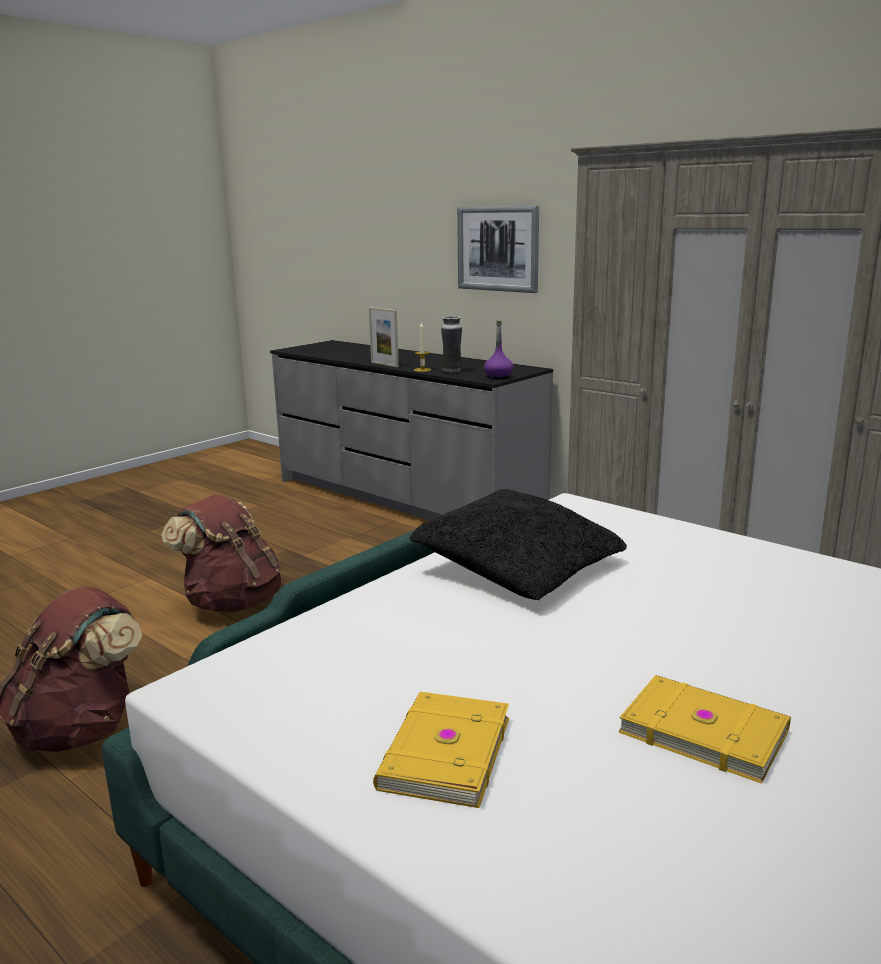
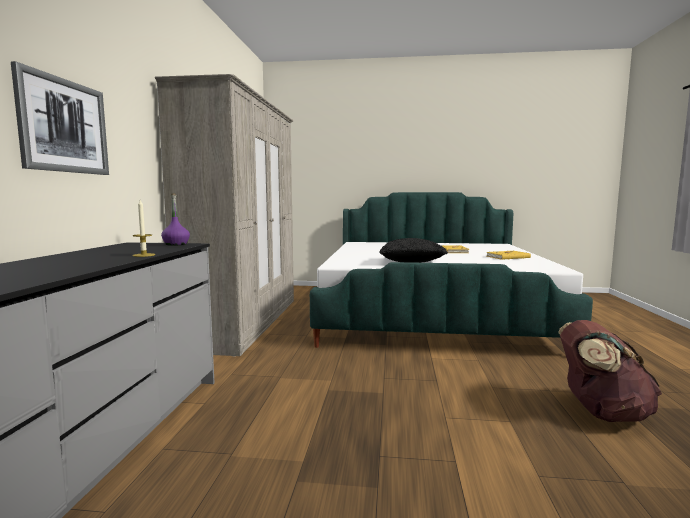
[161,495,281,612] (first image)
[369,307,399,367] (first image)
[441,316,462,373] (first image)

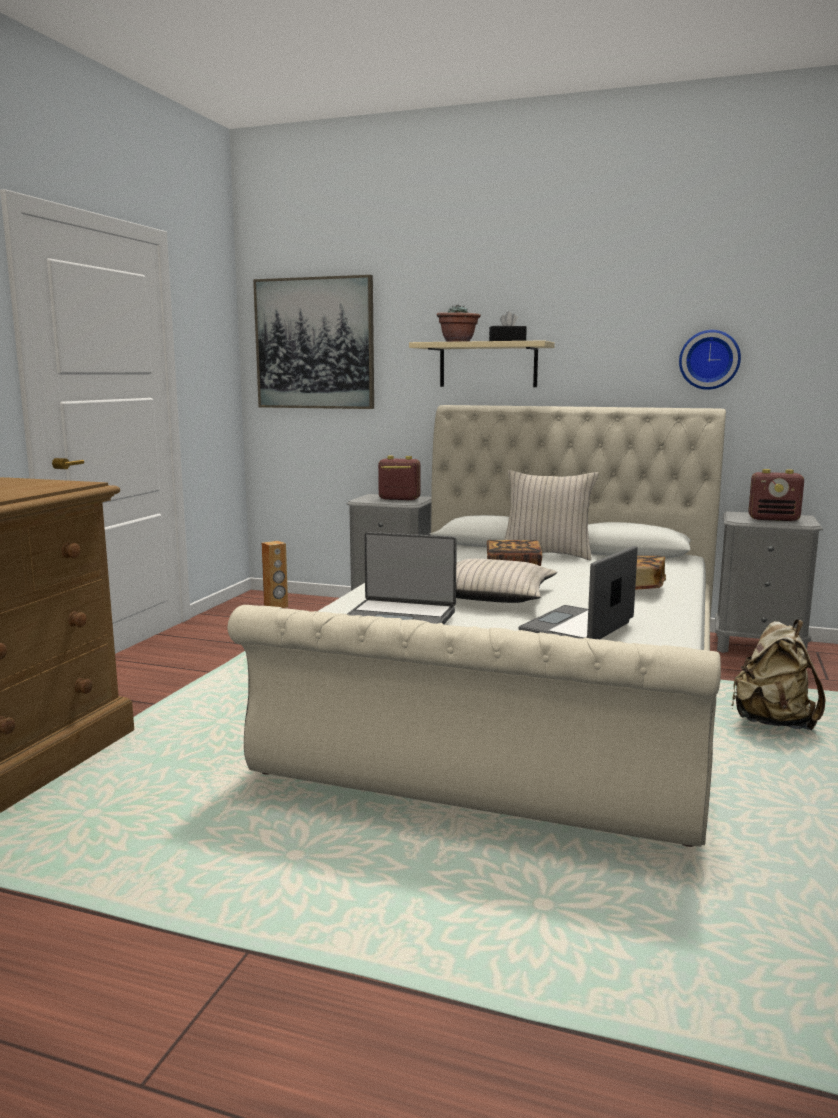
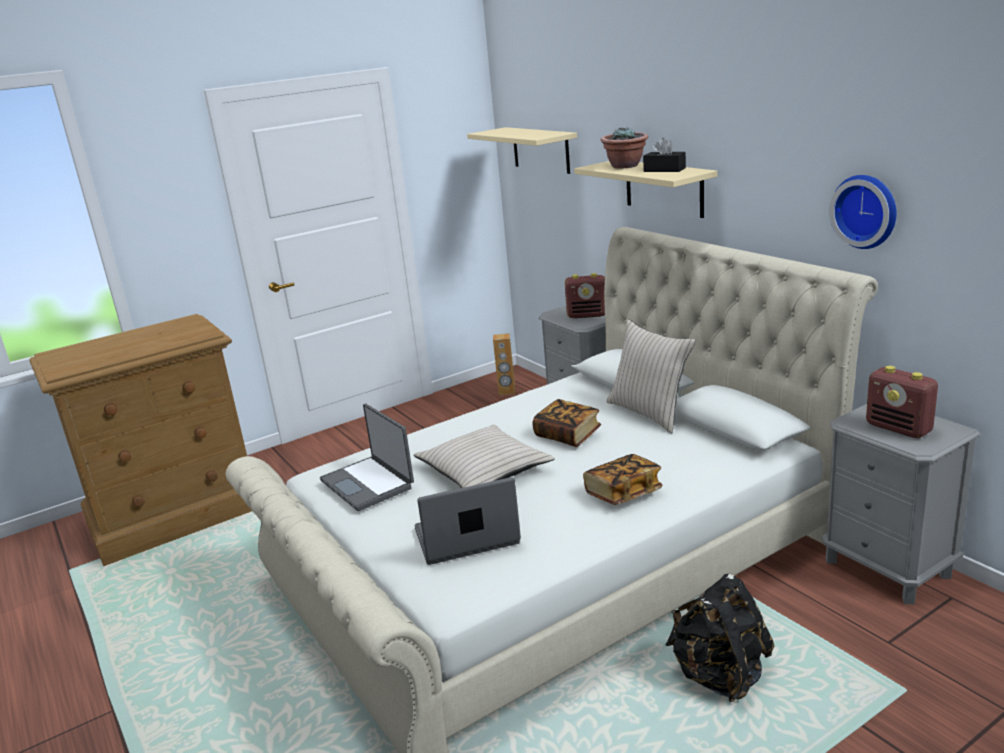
[467,127,577,174]
[565,273,605,318]
[666,574,774,702]

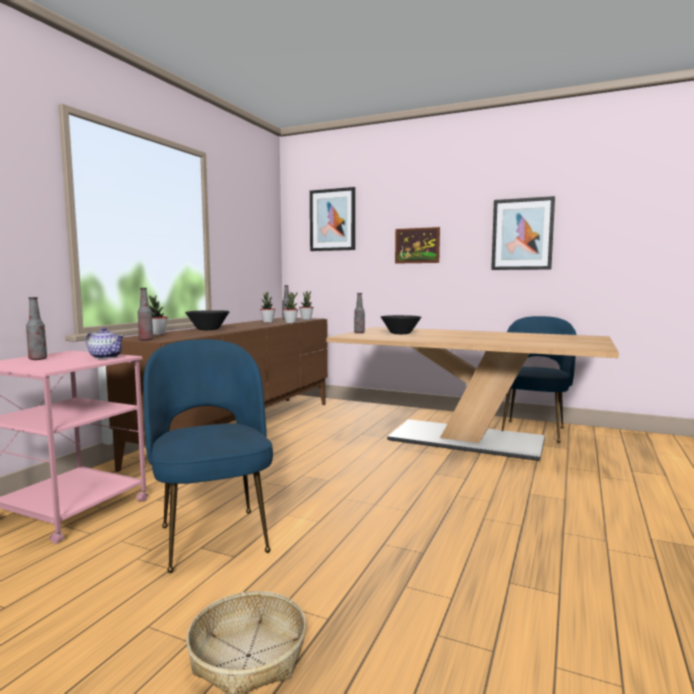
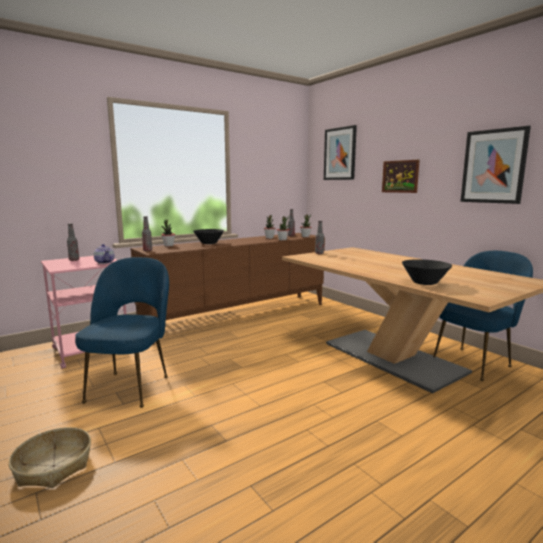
[402,259,452,285]

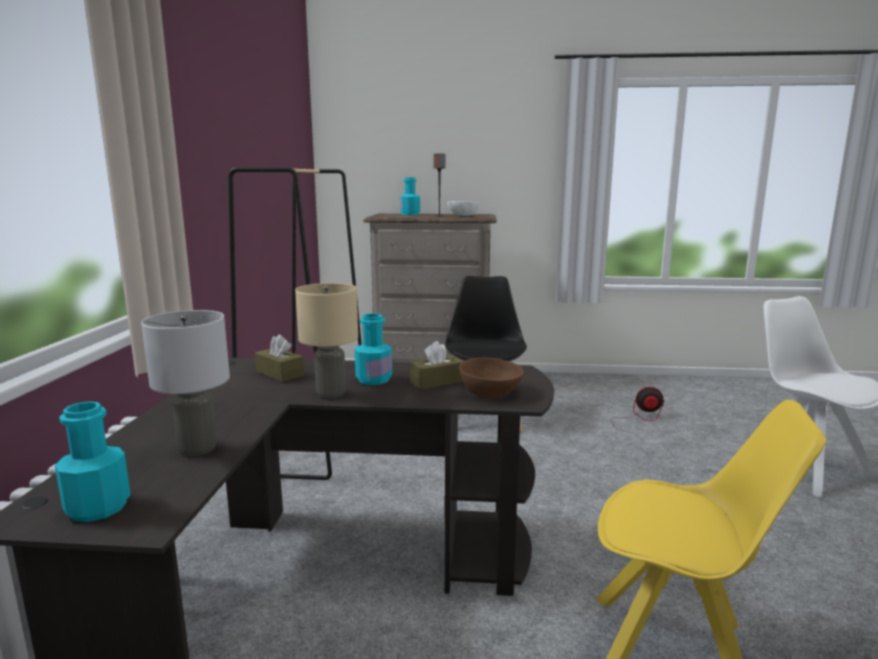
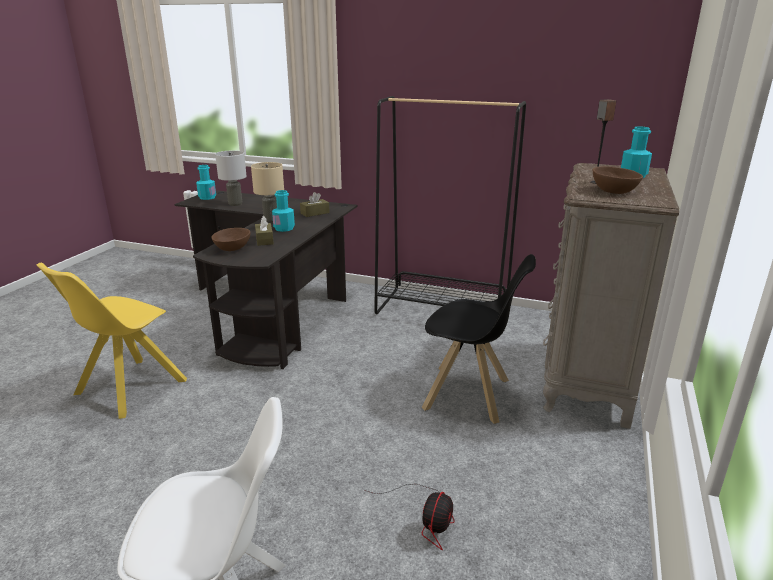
[593,166,643,194]

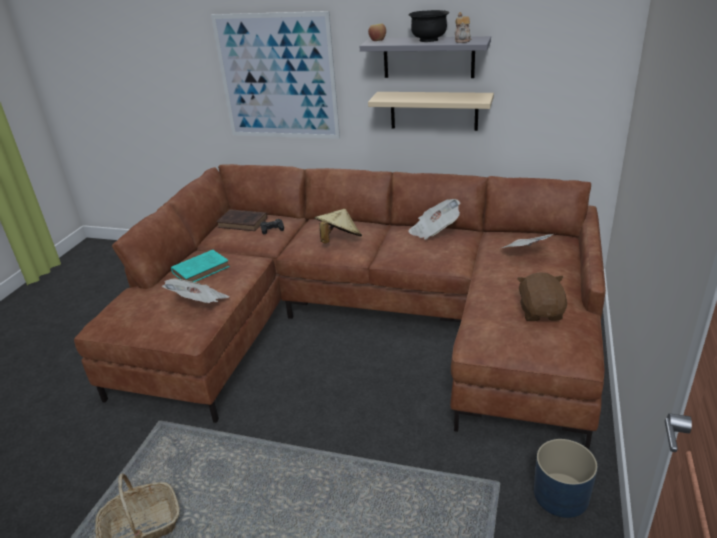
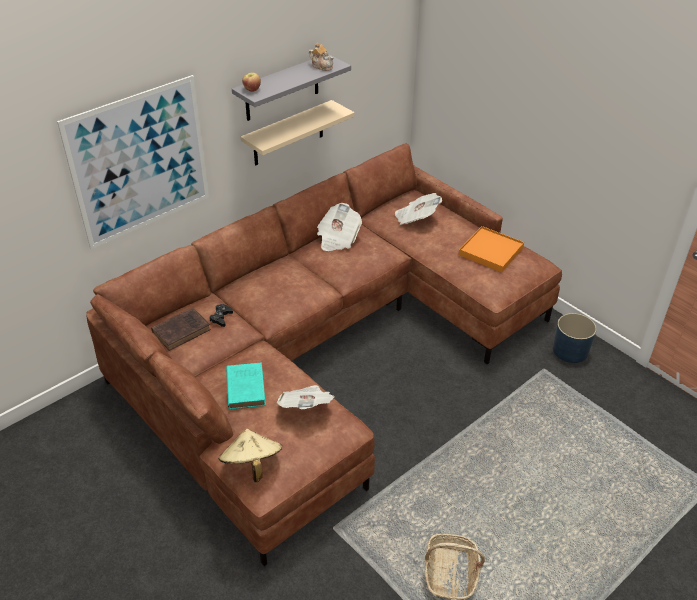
[219,429,282,482]
[459,226,524,272]
[409,10,449,42] (first image)

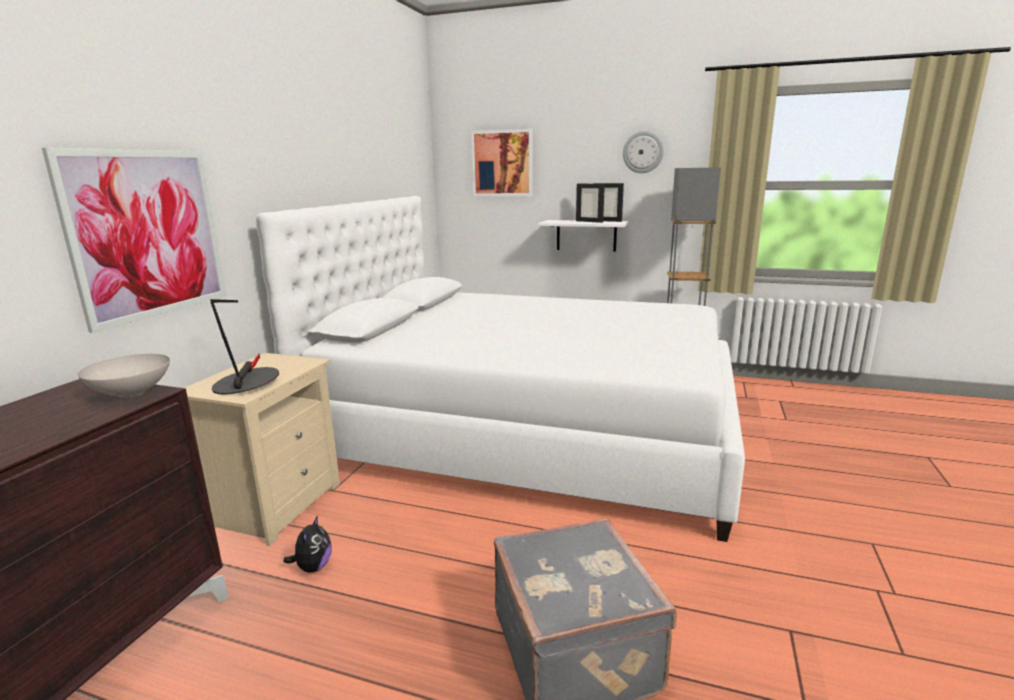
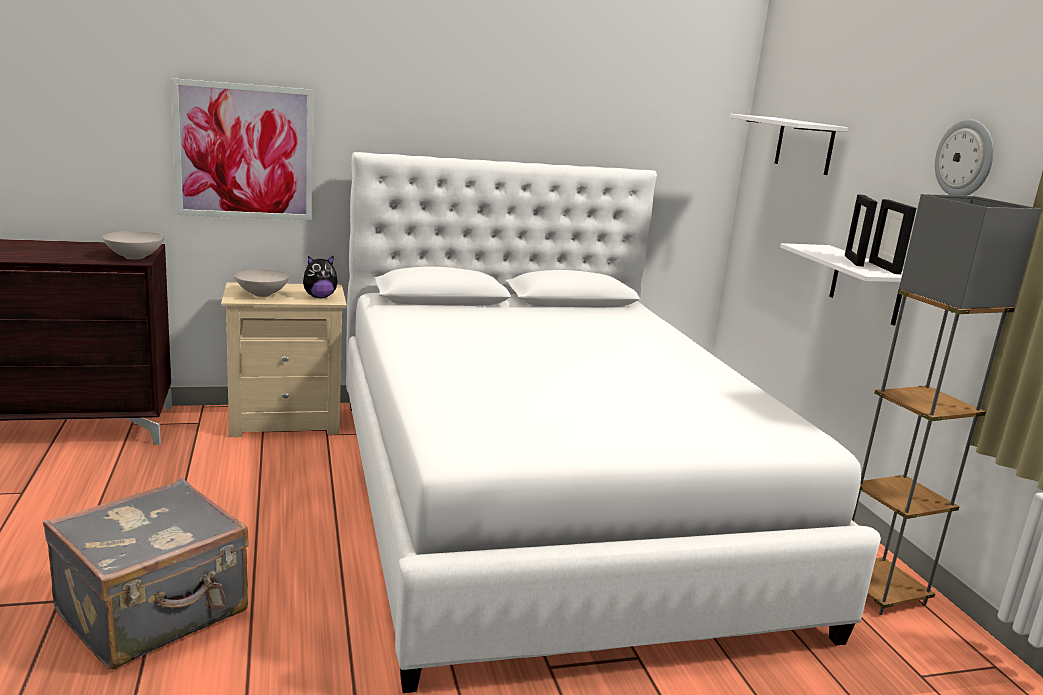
[234,269,289,297]
[303,256,338,298]
[730,114,848,175]

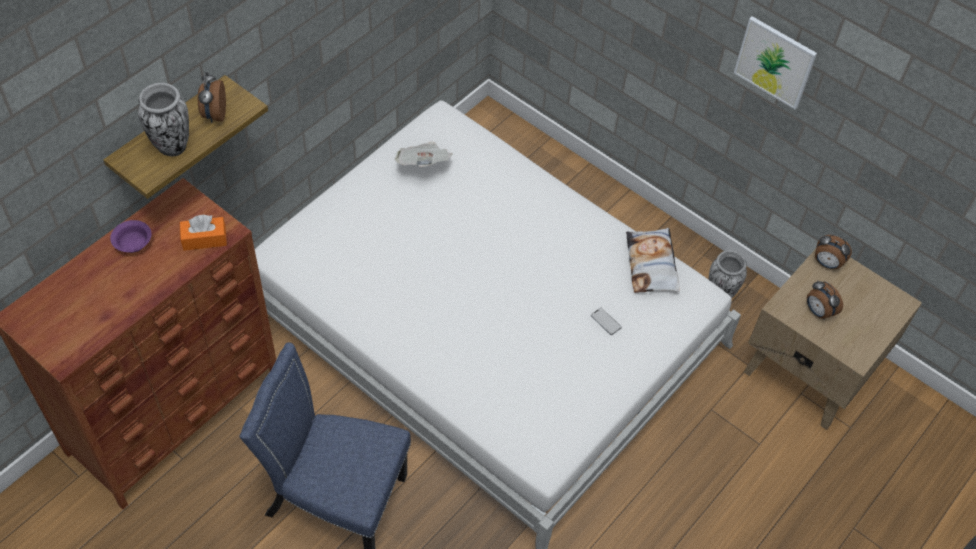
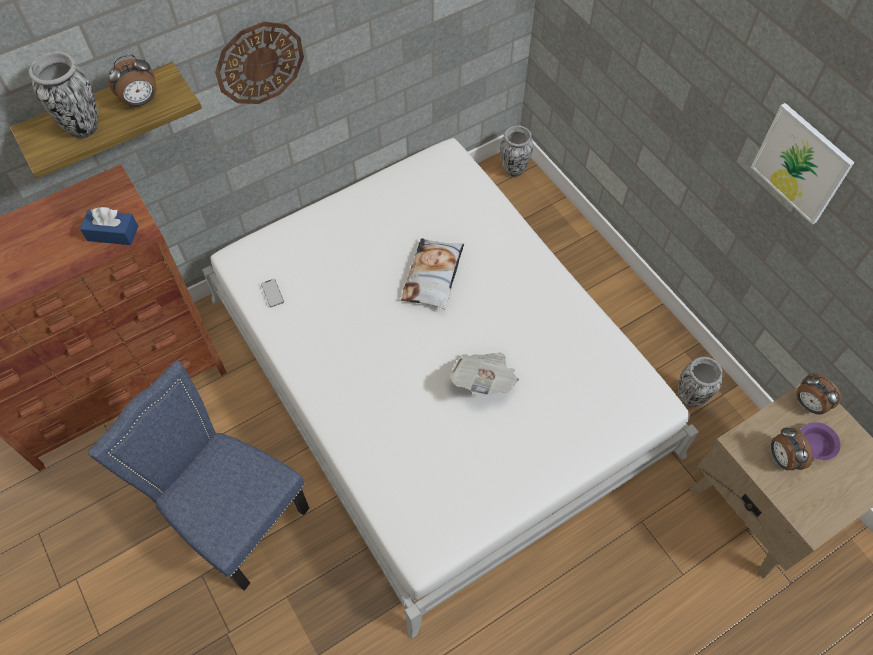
[80,207,138,245]
[108,54,156,107]
[215,21,304,104]
[261,279,284,307]
[401,238,464,310]
[449,352,519,396]
[500,125,533,177]
[800,422,841,460]

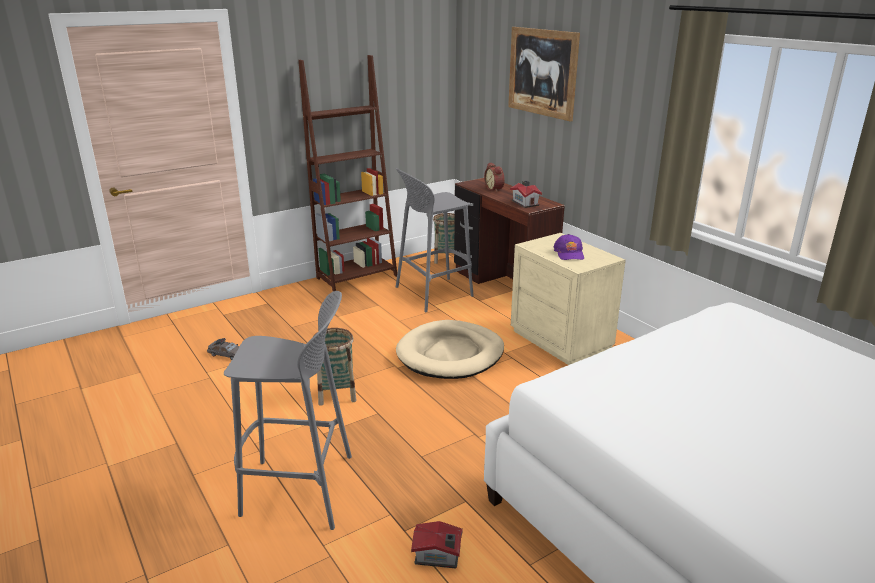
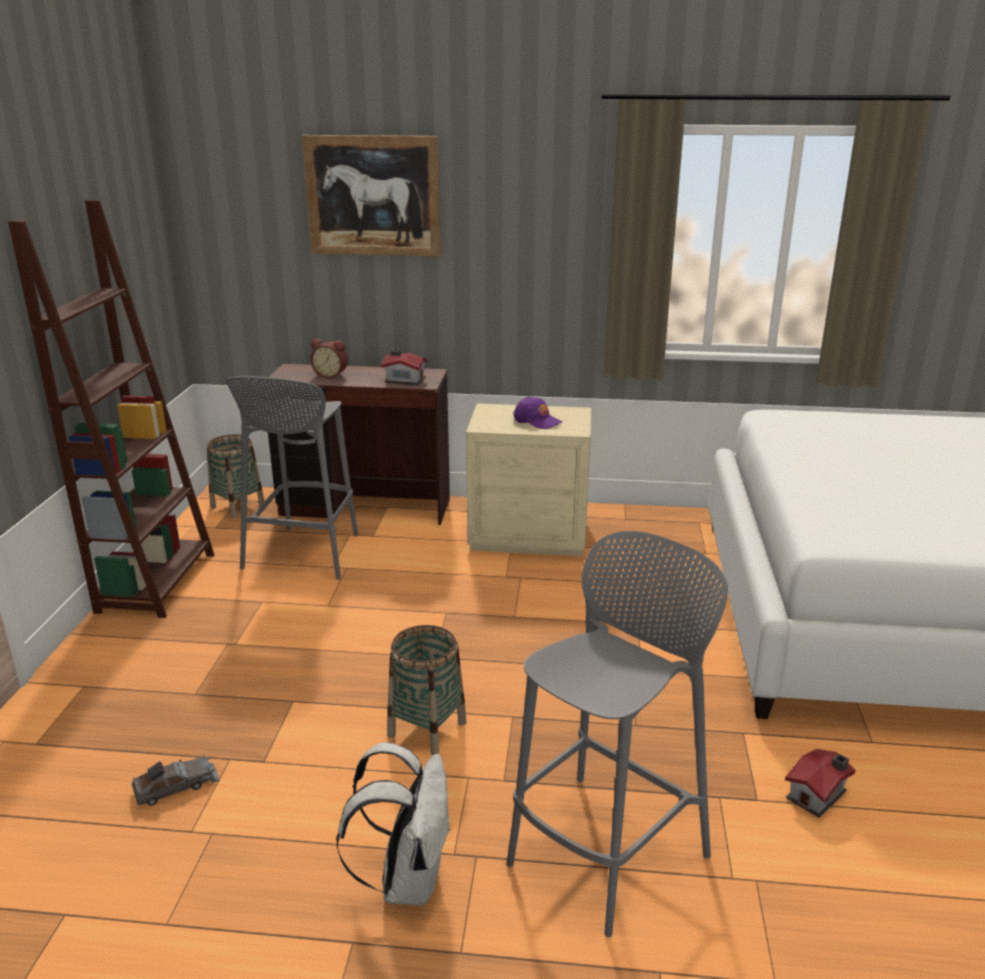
[336,742,451,906]
[396,320,504,379] (first image)

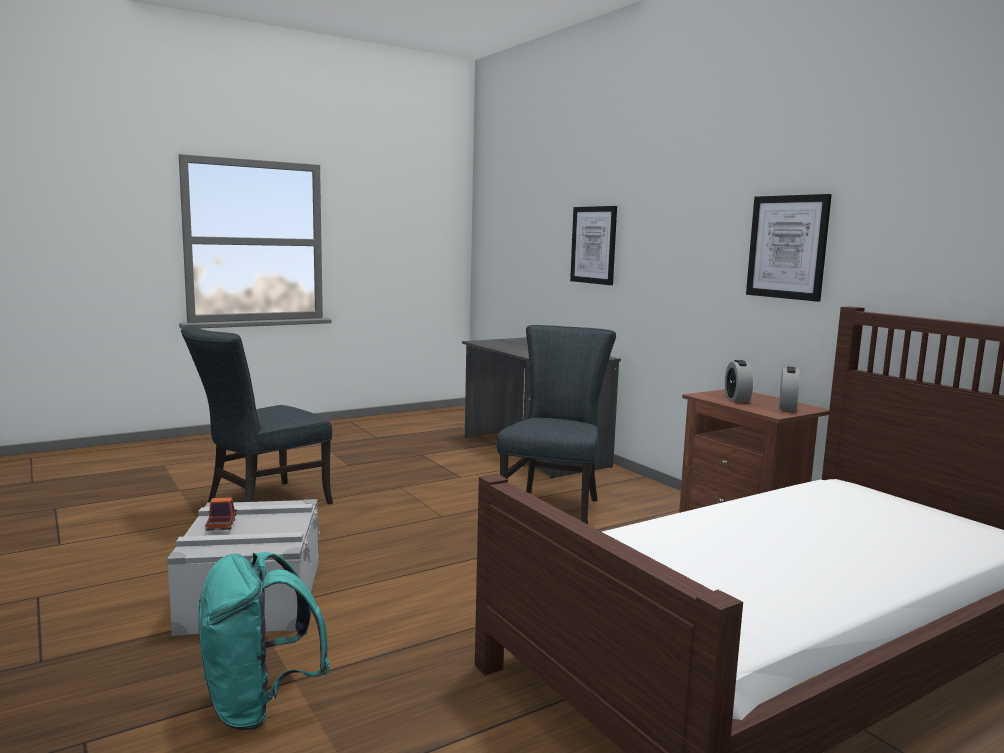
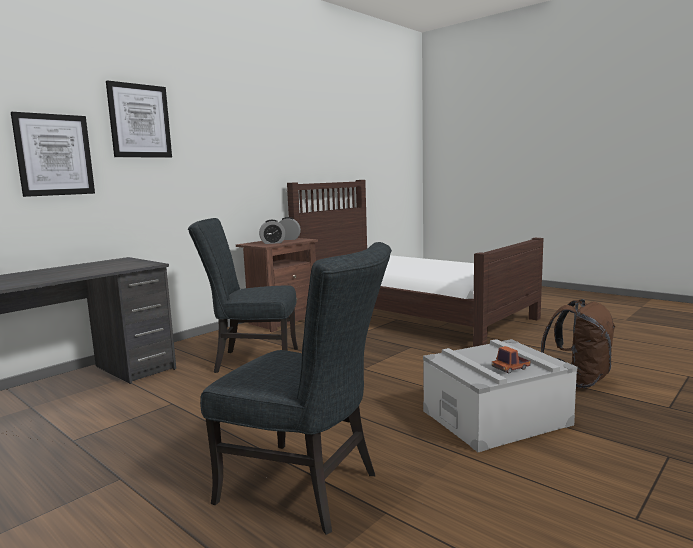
[106,80,172,158]
[541,299,615,388]

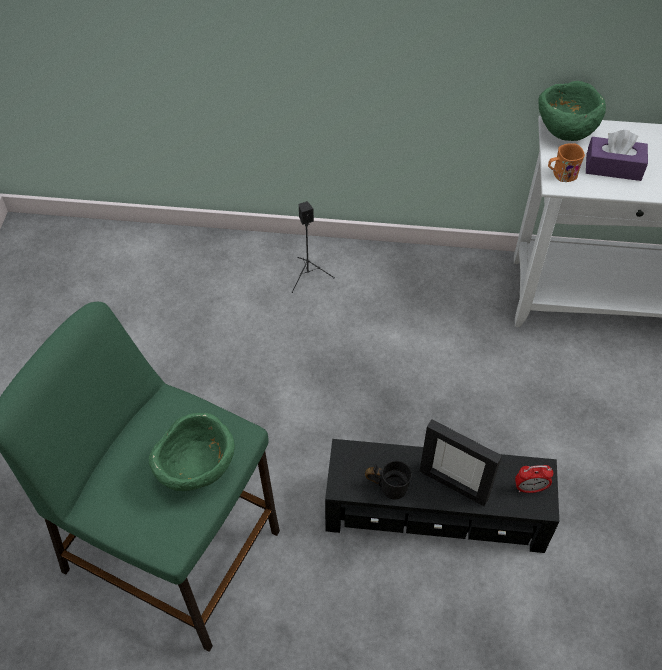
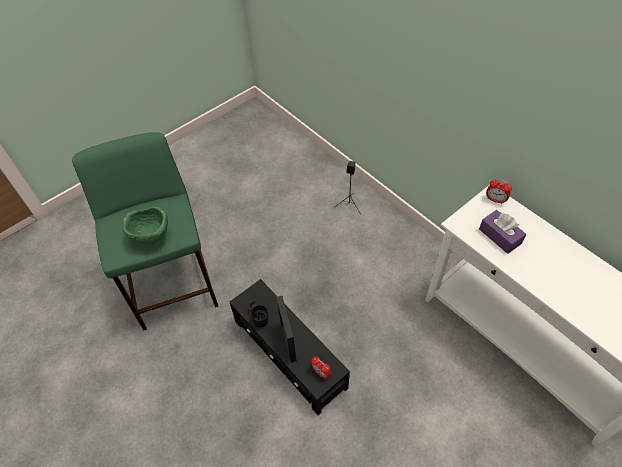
[486,179,512,204]
[548,143,585,182] (first image)

